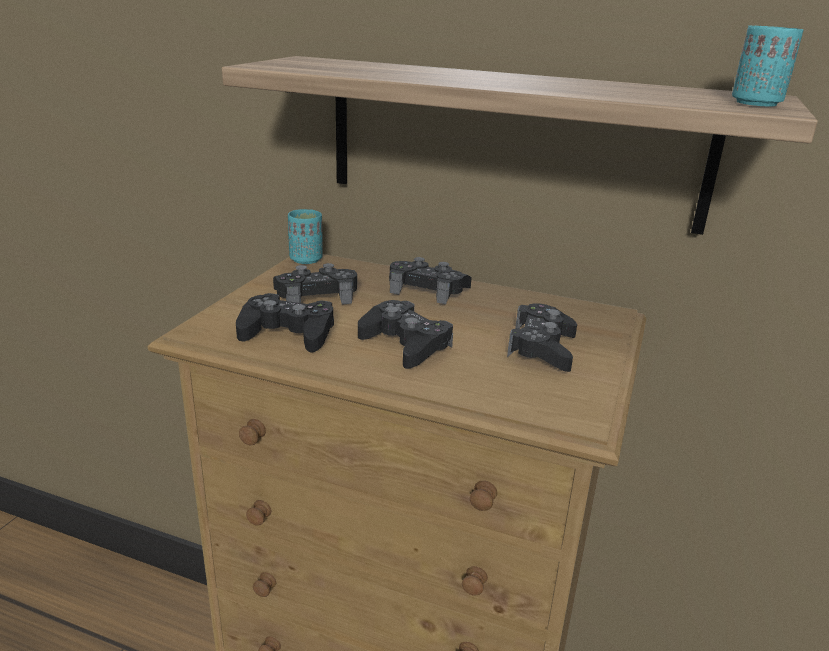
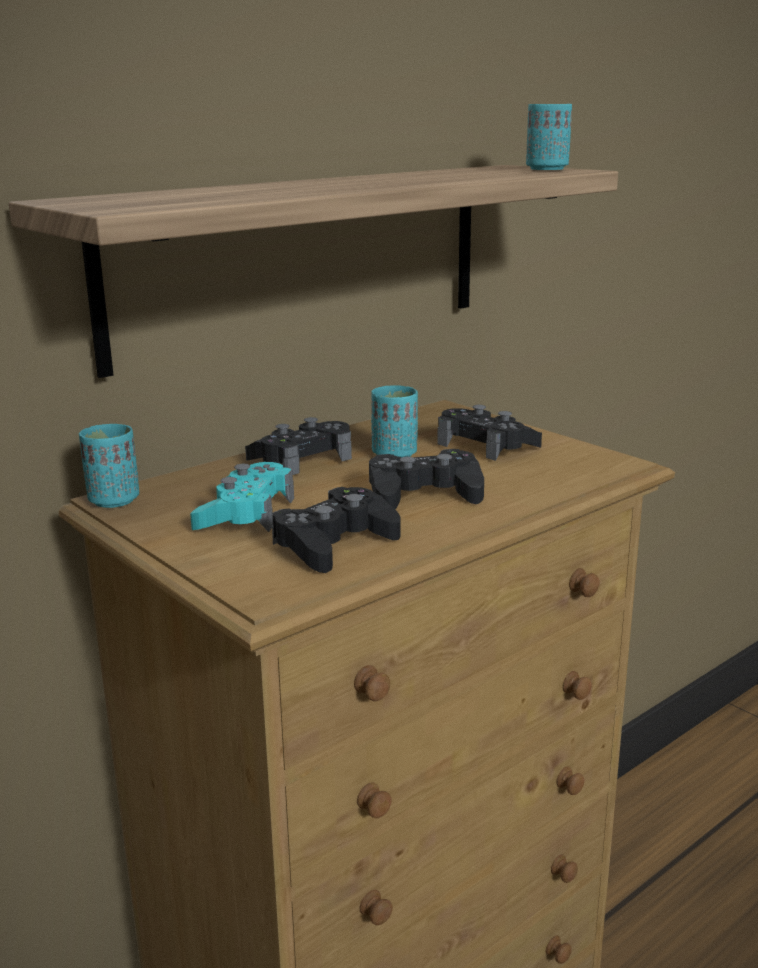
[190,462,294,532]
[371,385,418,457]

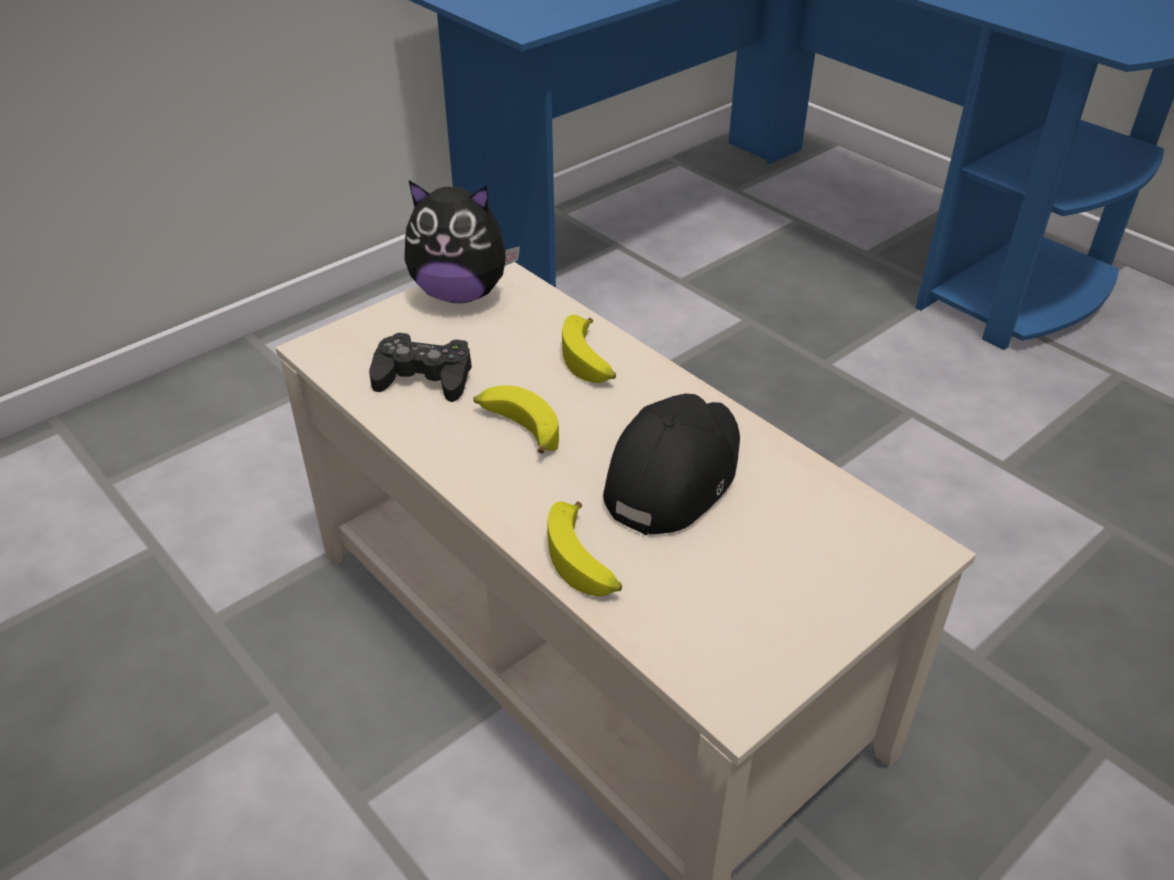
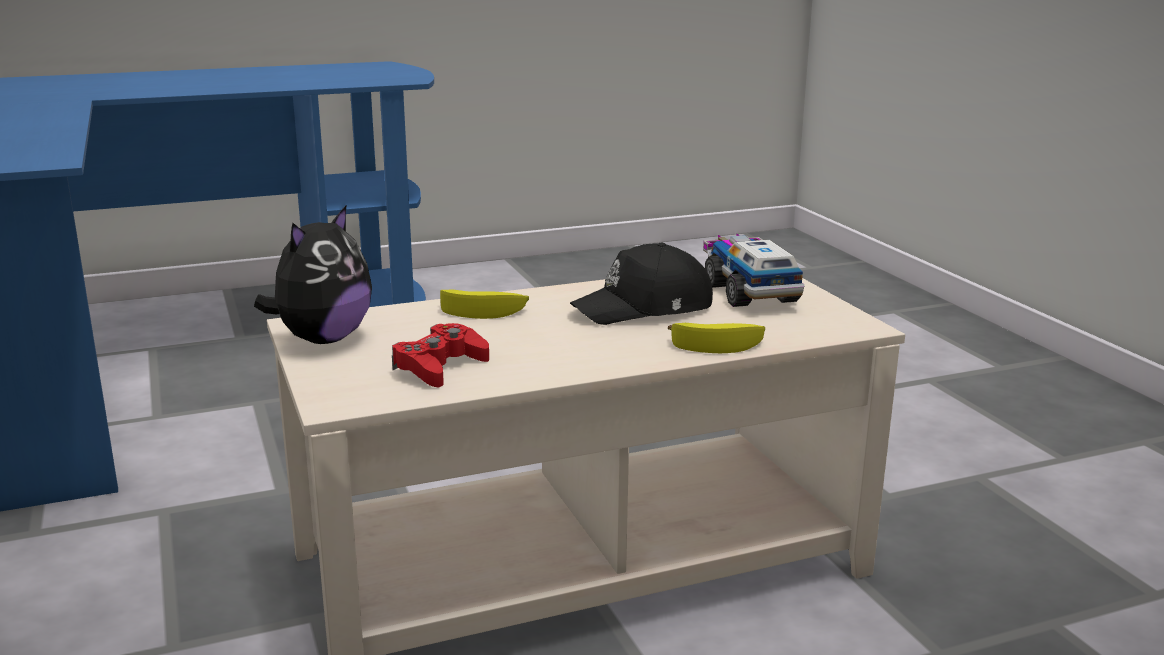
[392,323,489,387]
[570,242,713,325]
[703,234,805,307]
[473,385,559,453] (first image)

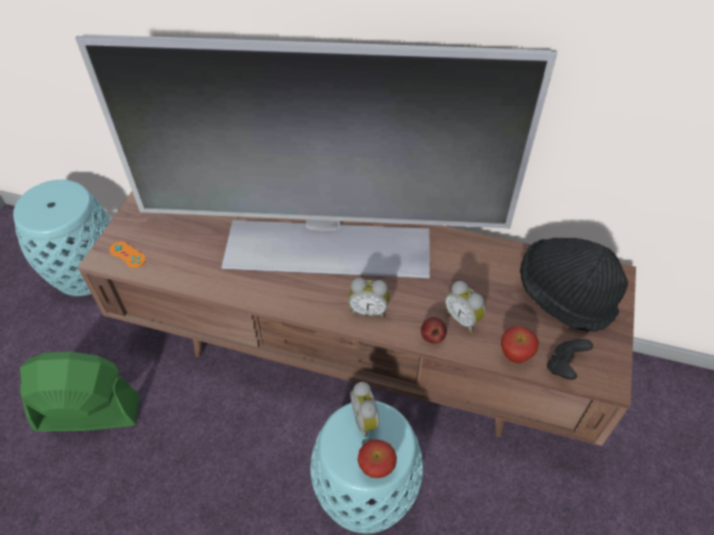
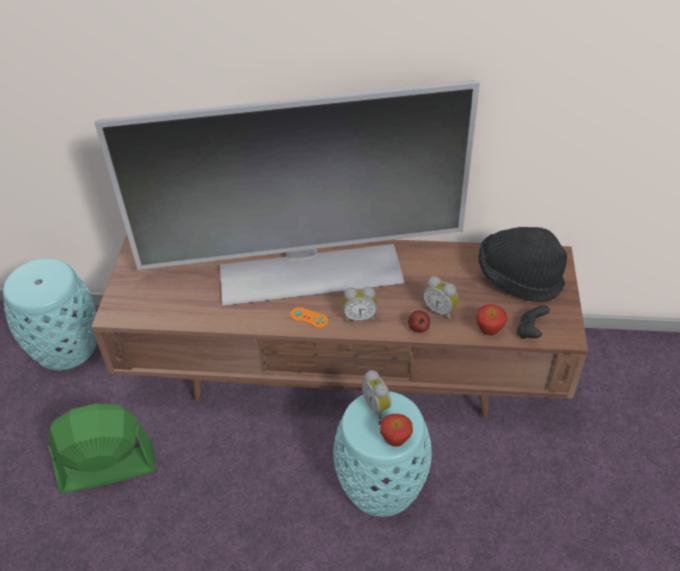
[290,307,328,328]

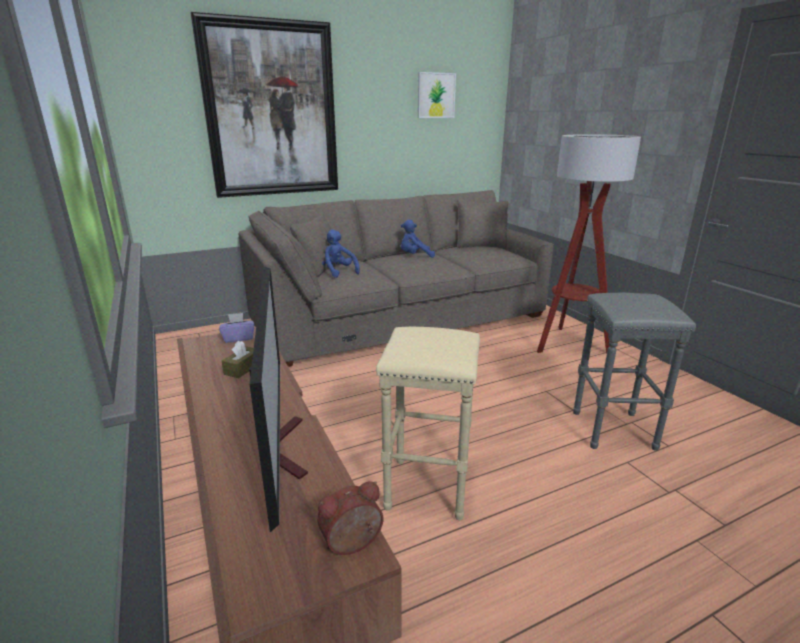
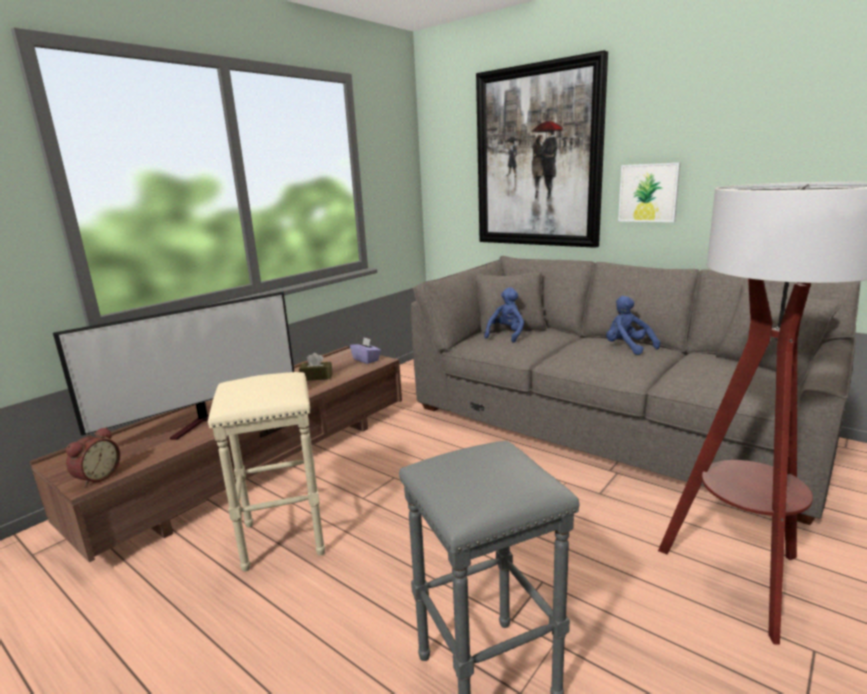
[66,427,120,487]
[618,163,680,222]

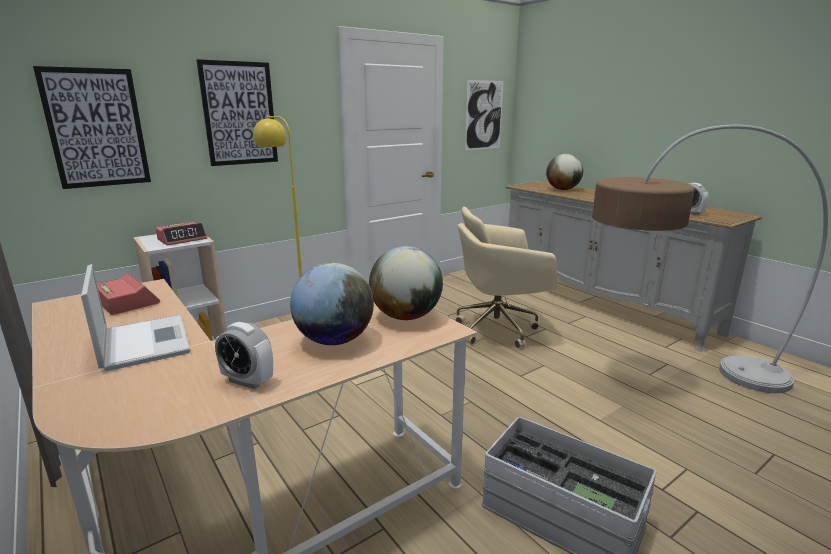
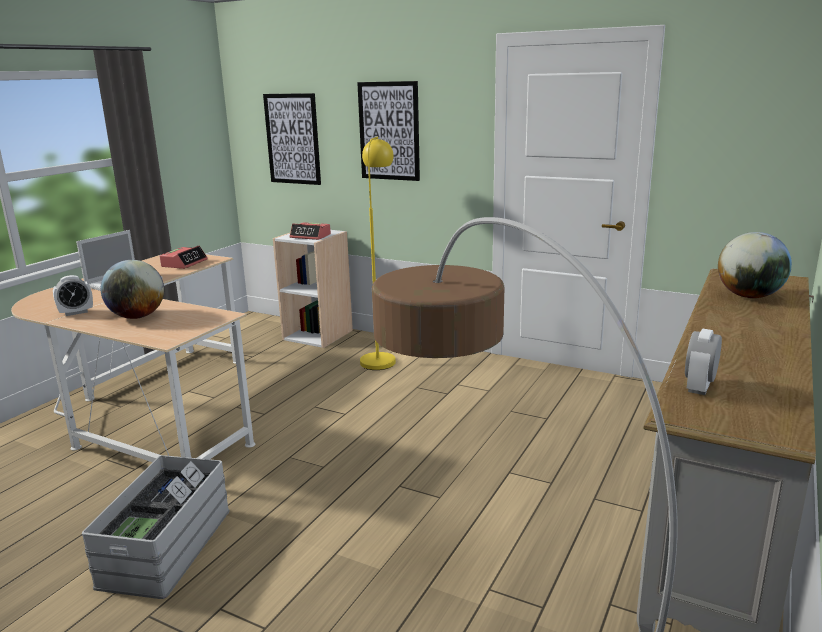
[53,275,93,316]
[369,246,443,320] (first image)
[455,207,558,348] (first image)
[465,80,503,150] (first image)

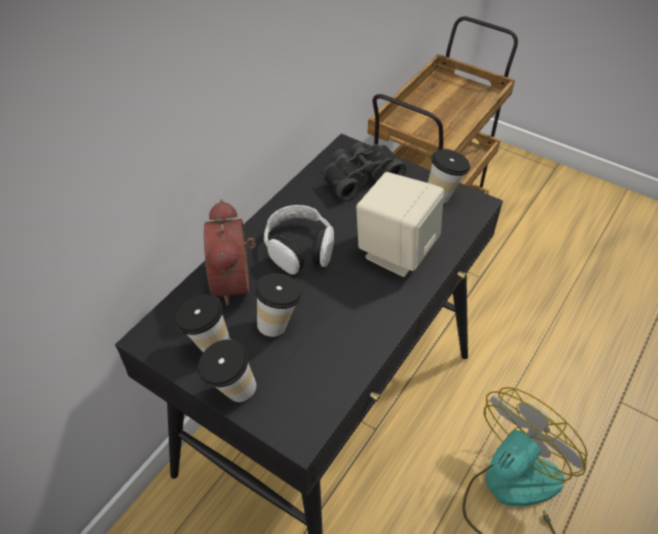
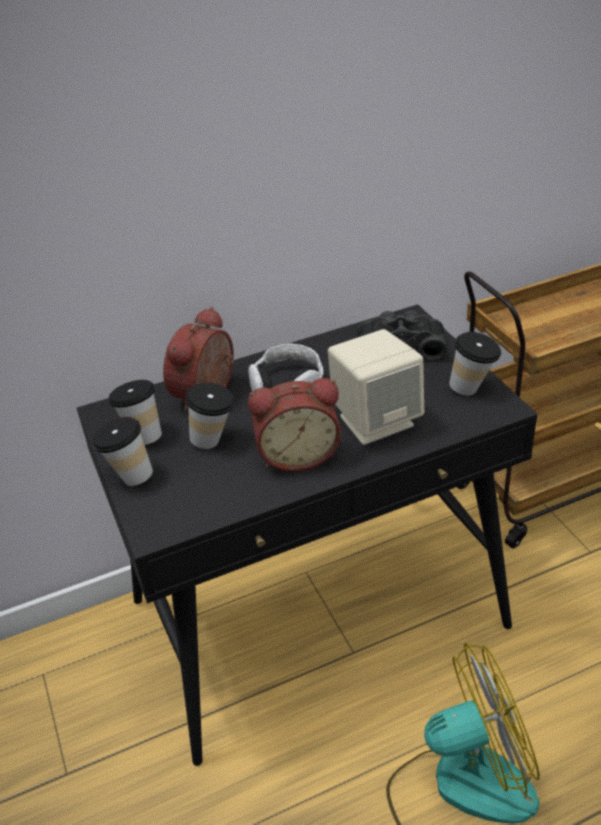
[248,378,341,471]

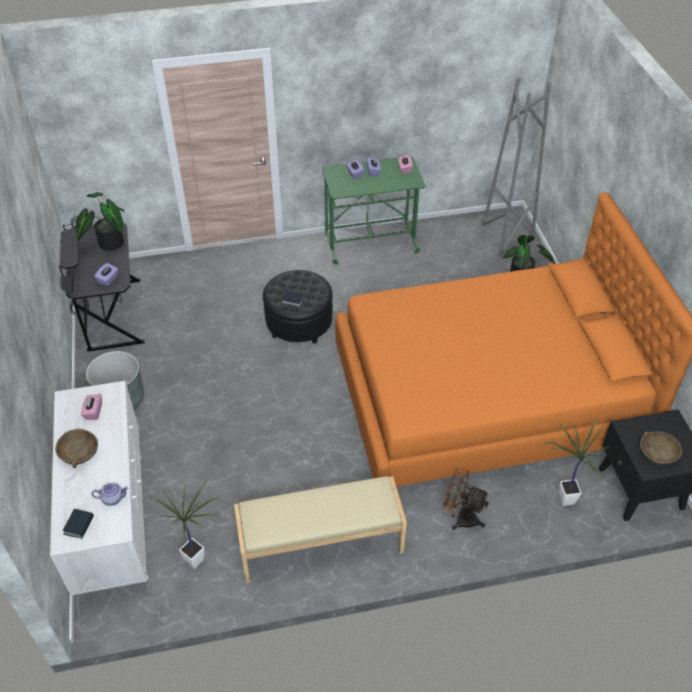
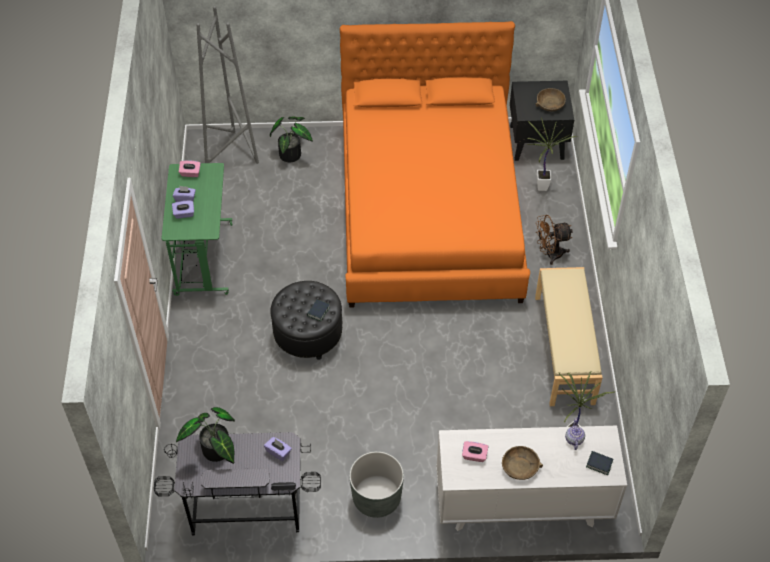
[536,215,573,265]

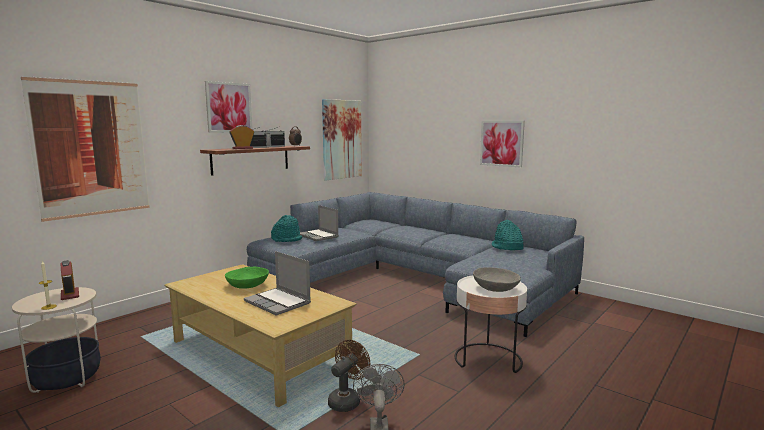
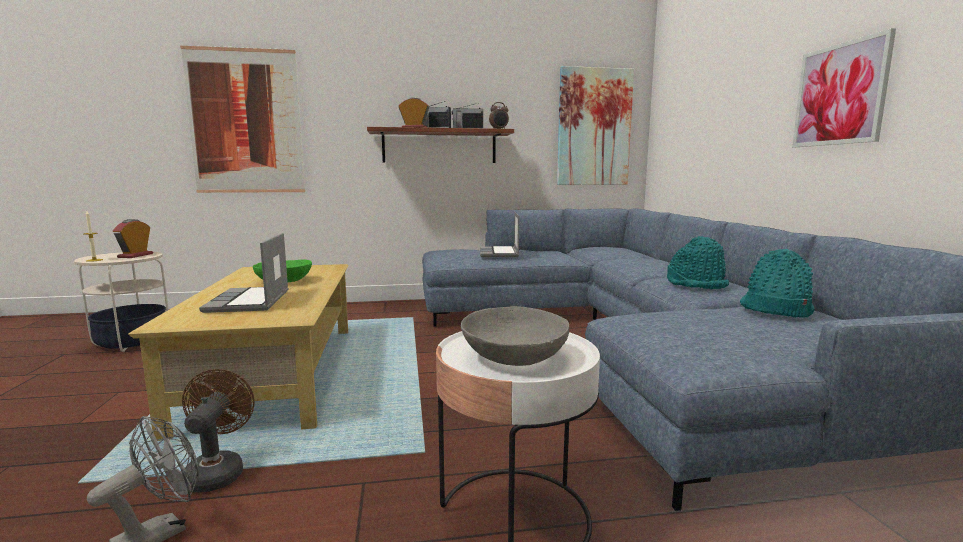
[182,369,255,492]
[667,236,729,289]
[205,81,253,133] (first image)

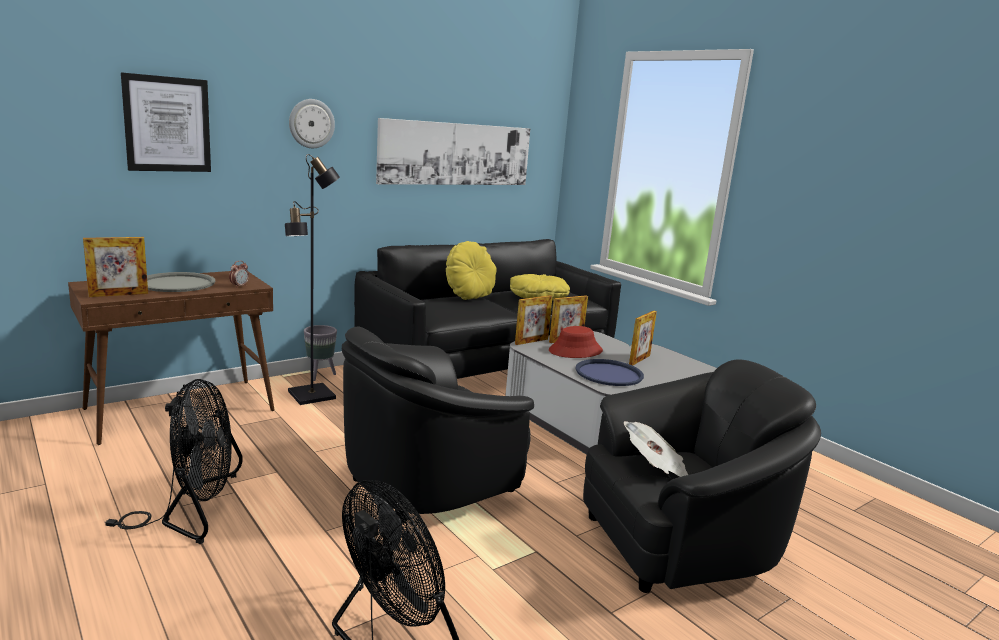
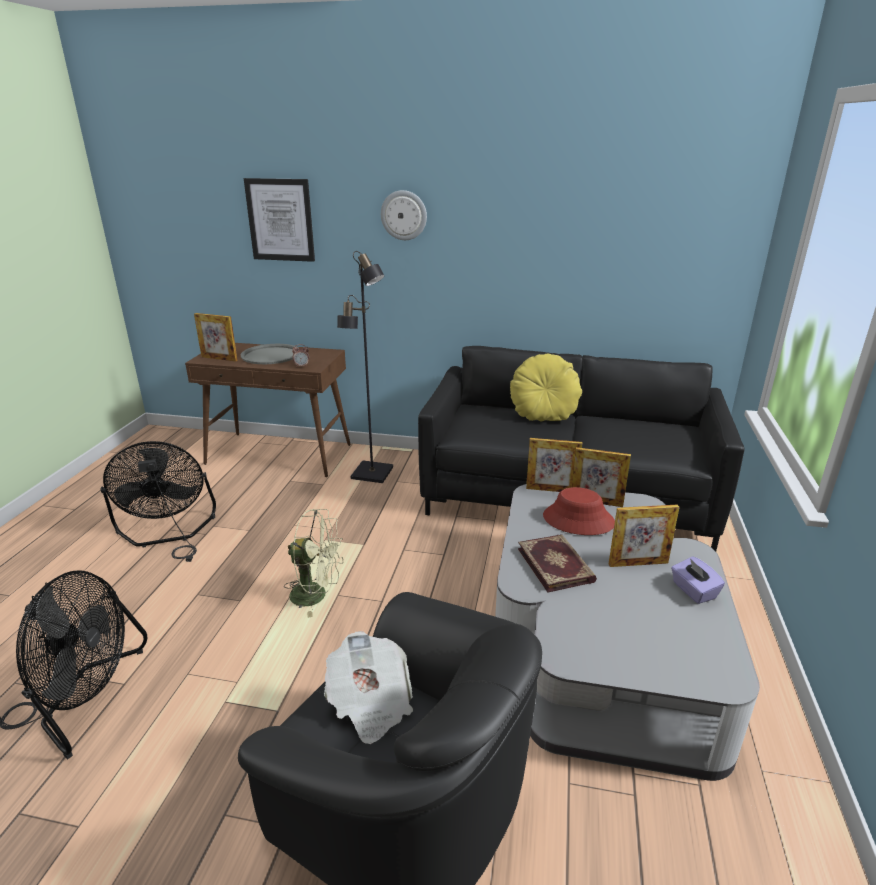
[100,441,216,562]
[284,509,343,618]
[518,534,597,592]
[671,556,725,604]
[304,325,337,381] (first image)
[376,118,530,185] (first image)
[510,274,570,300] (first image)

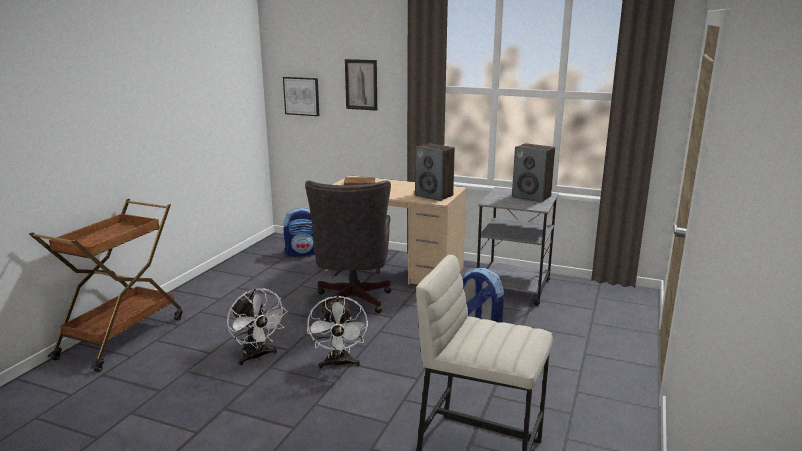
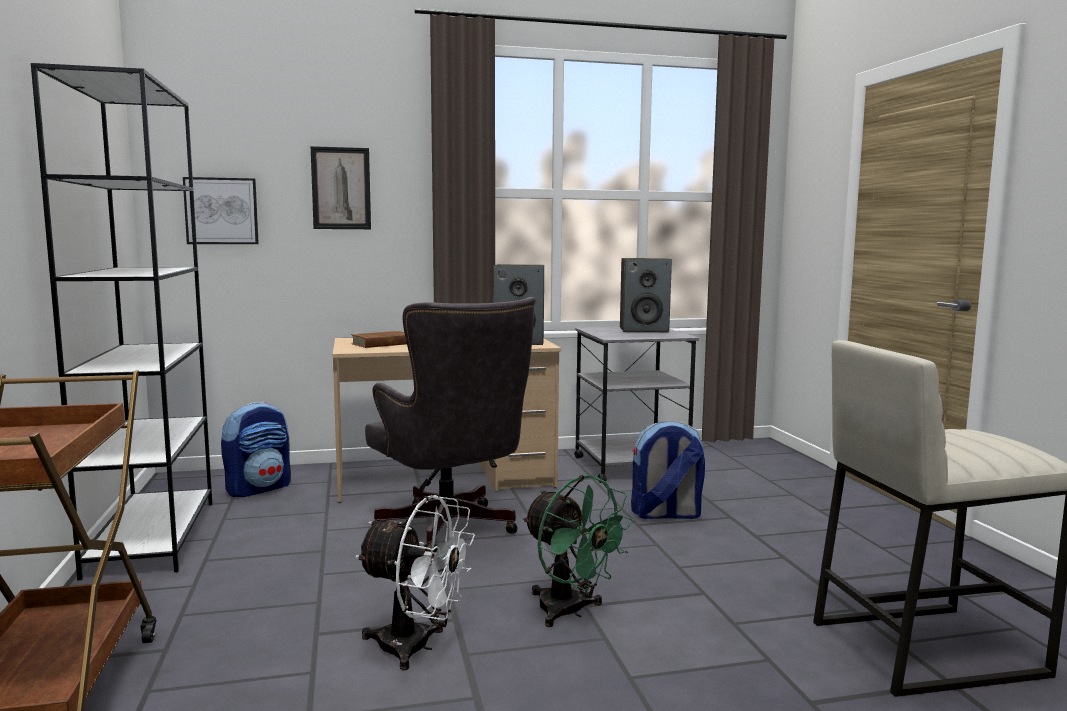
[31,63,212,581]
[523,475,634,627]

